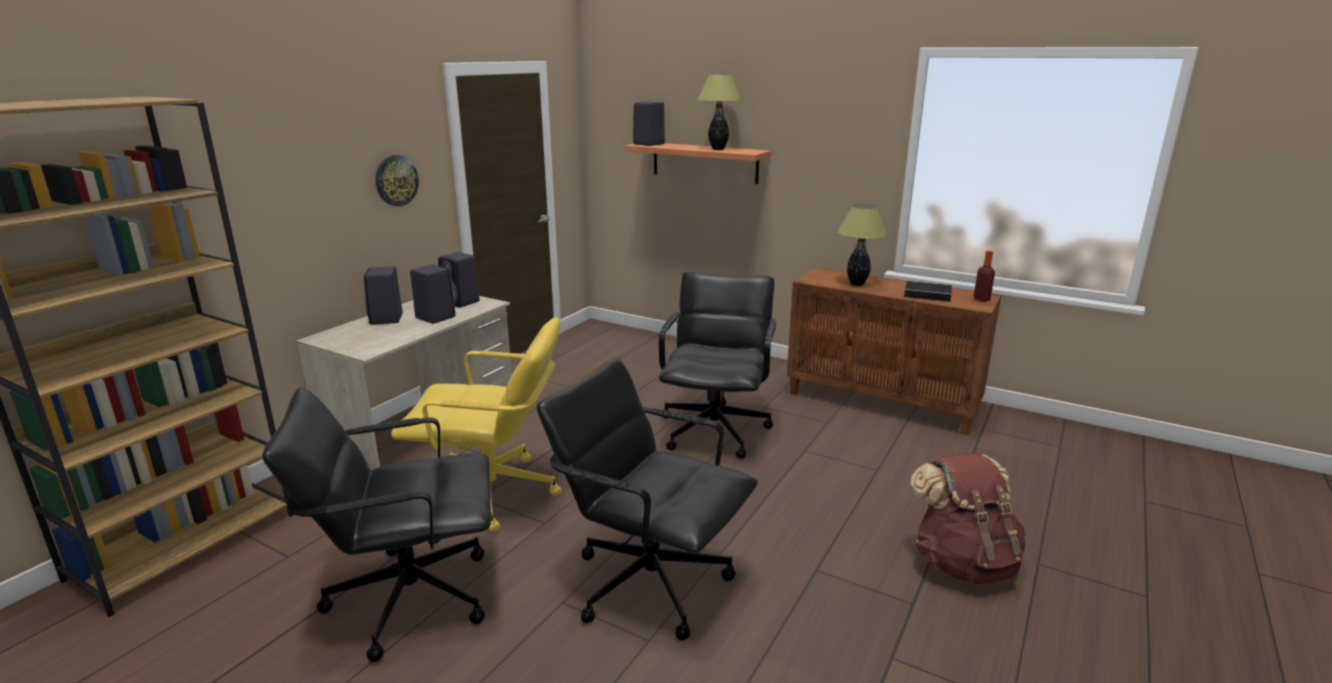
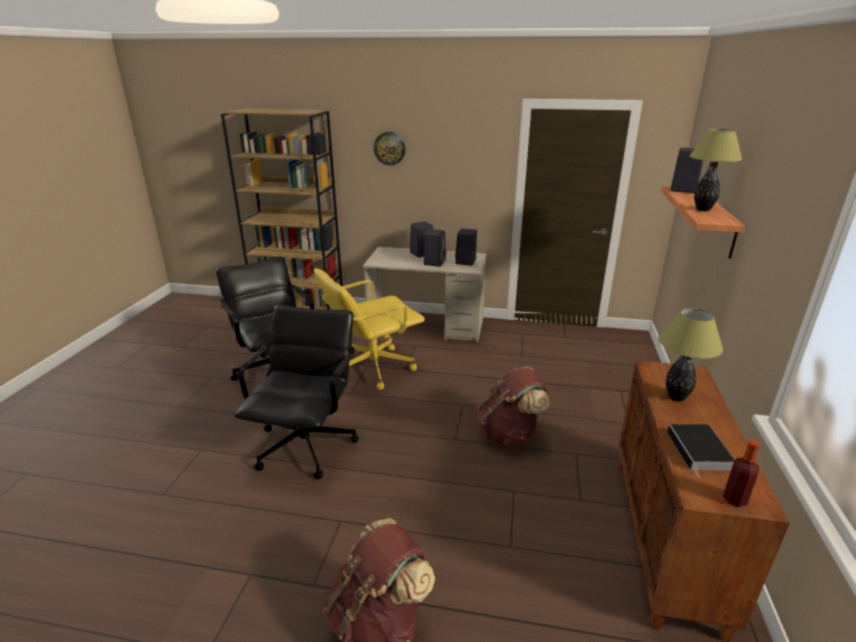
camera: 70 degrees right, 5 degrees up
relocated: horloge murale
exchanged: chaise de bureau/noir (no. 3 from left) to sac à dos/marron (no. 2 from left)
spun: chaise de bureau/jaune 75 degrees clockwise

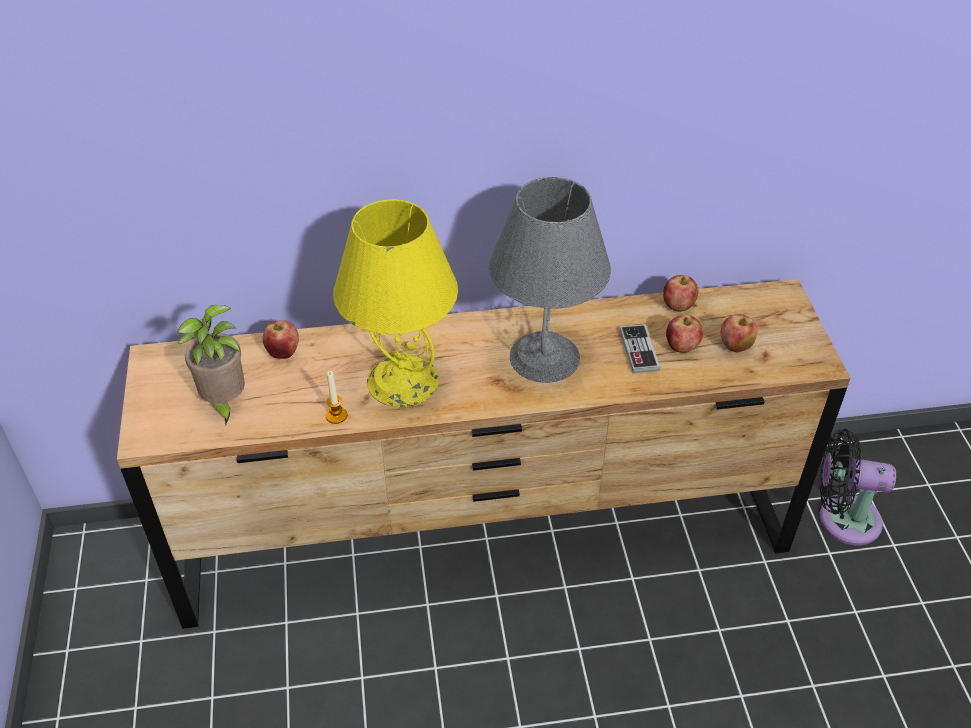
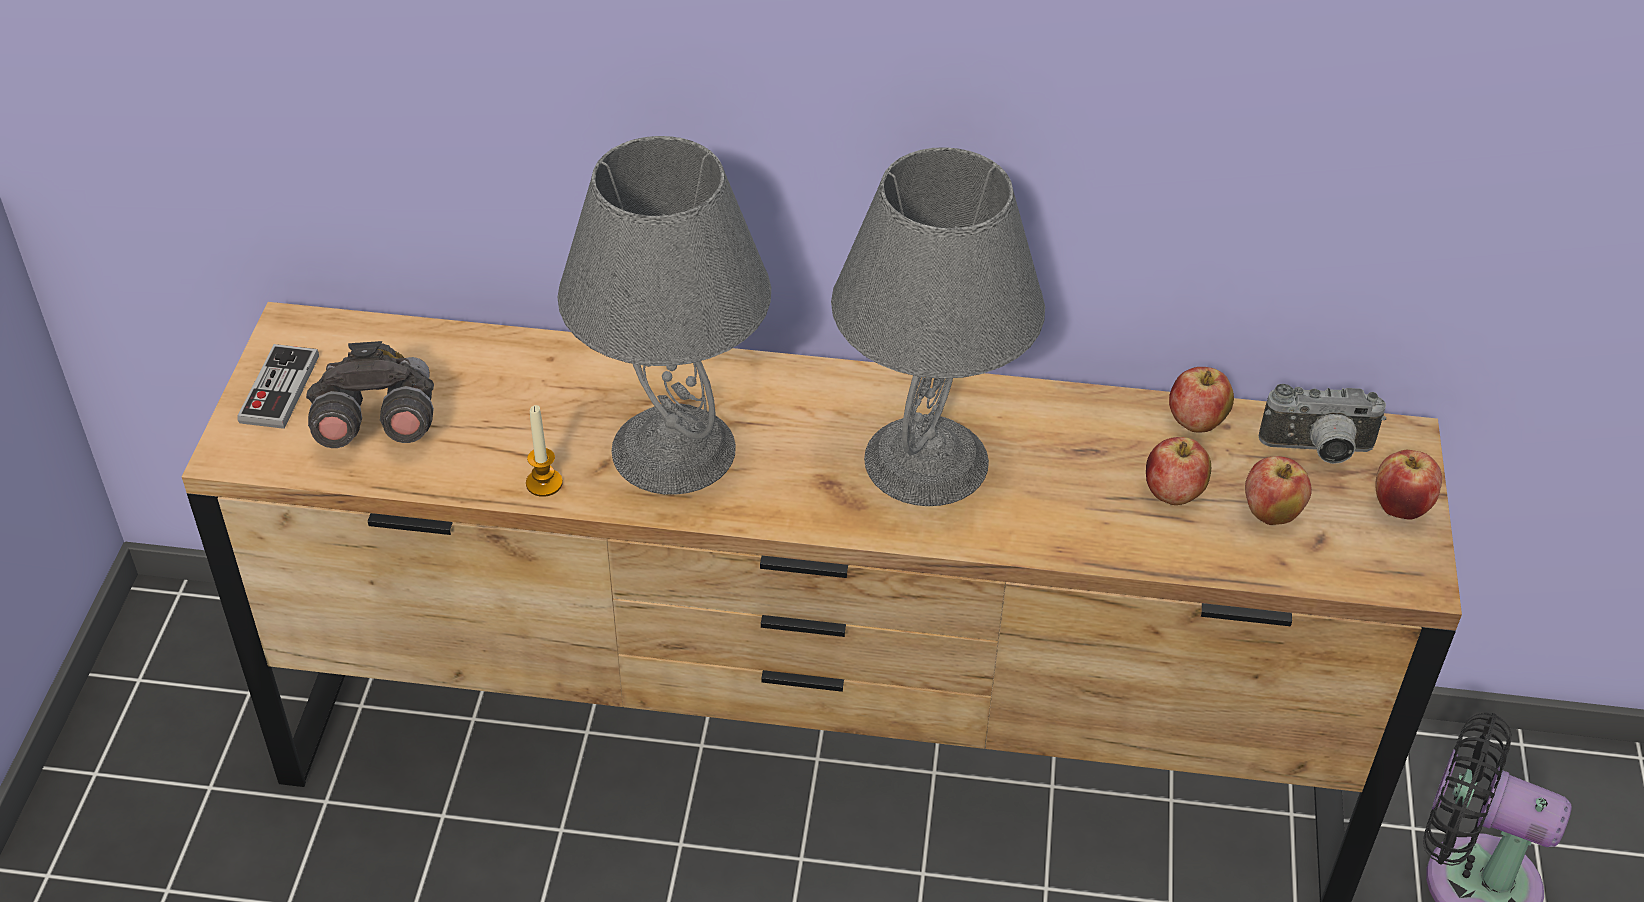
camera: 15 degrees right, 0 degrees up
appeared: appareil photo
relocated: pomme (no. 1 from left in the first image) to pomme (no. 4 from left); manette
exchanged: plante en pot to jumelles/gris
colour: lampe de table/jaune to lampe de table/gris (no. 1 from left)

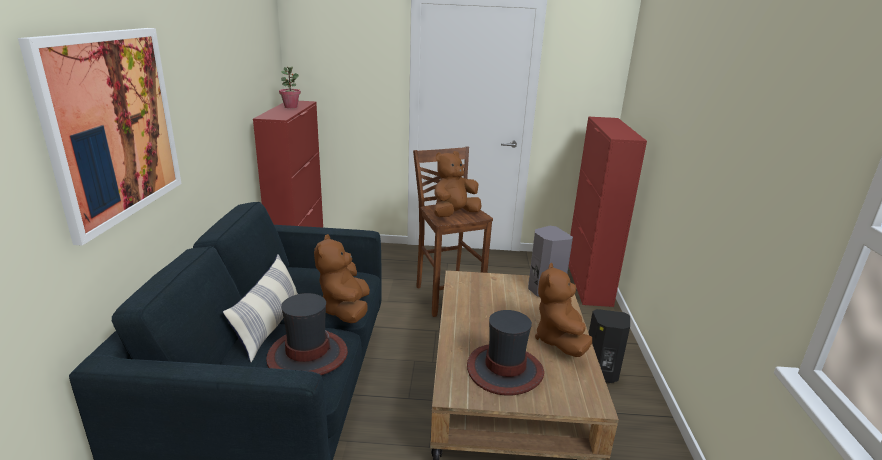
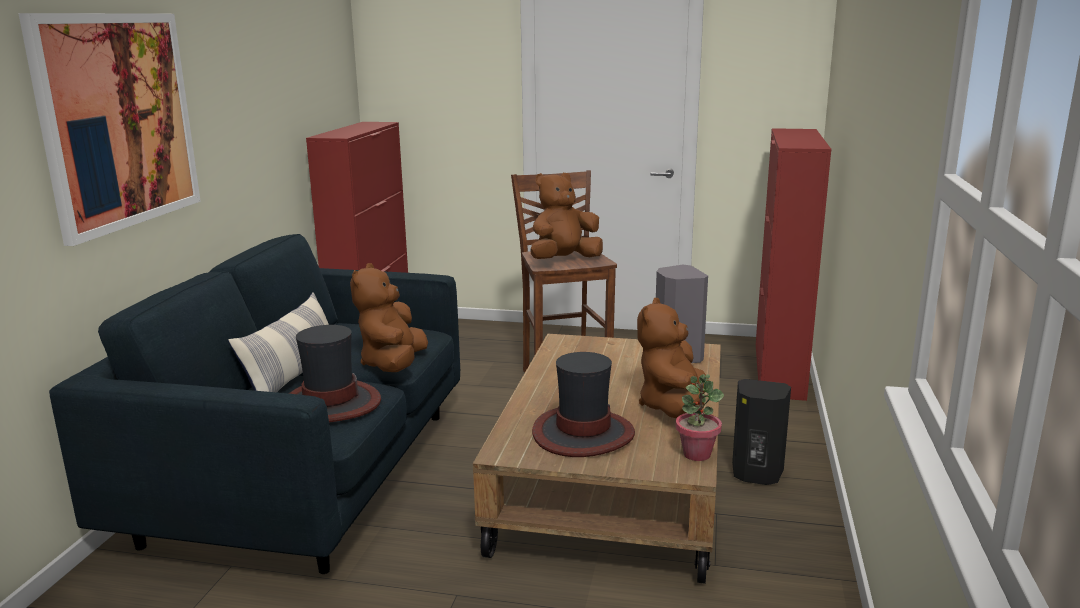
camera: 10 degrees right, 5 degrees down
relocated: plante en pot

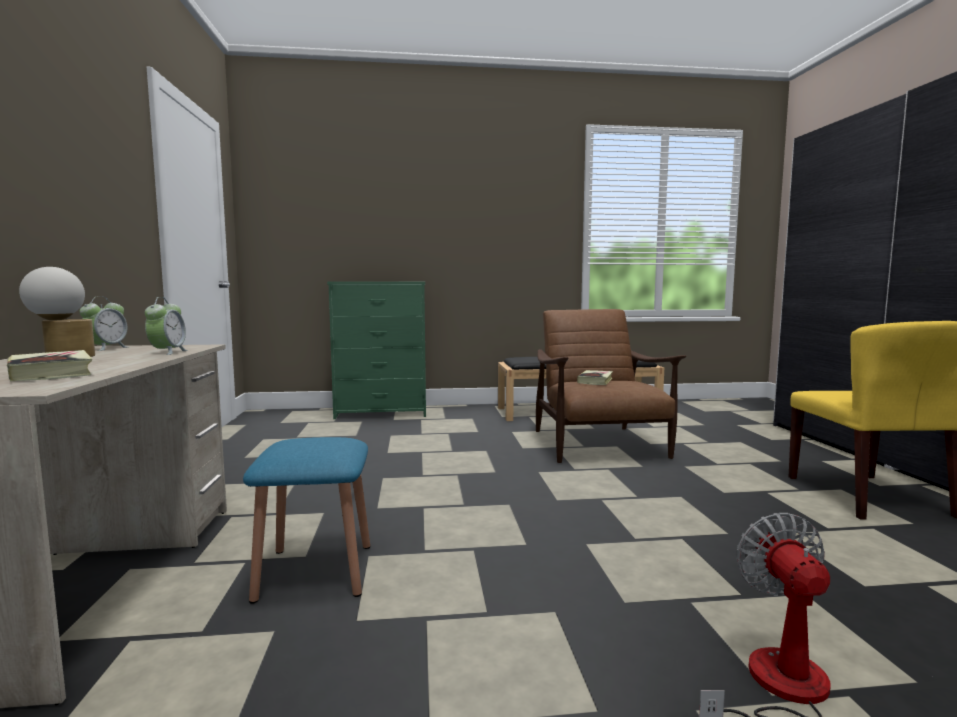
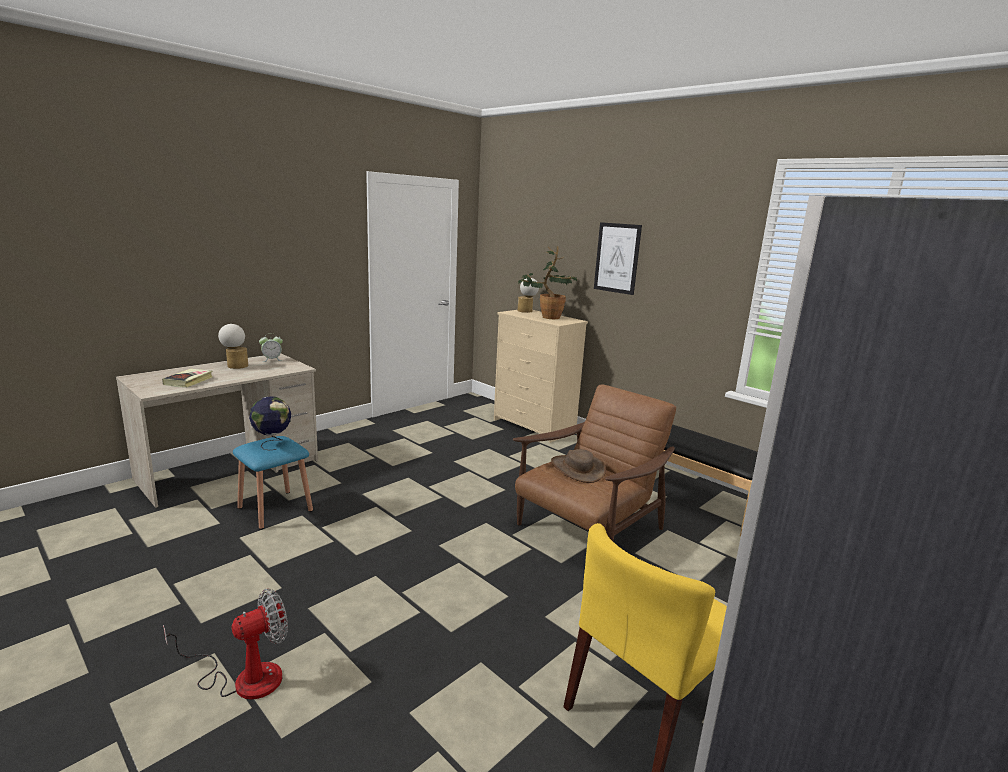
camera: 50 degrees right, 10 degrees up
missing: réveil (no. 2 from left)
appeared: tableau; plante en pot; lampe de table (no. 2 from left); globe
exchanged: livre (no. 2 from left) to chapeau/marron
colour: commode/vert to commode/beige

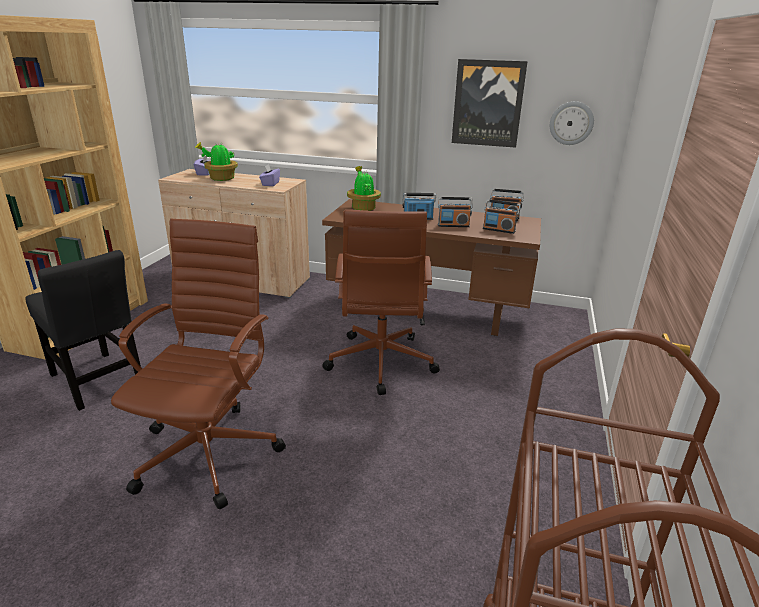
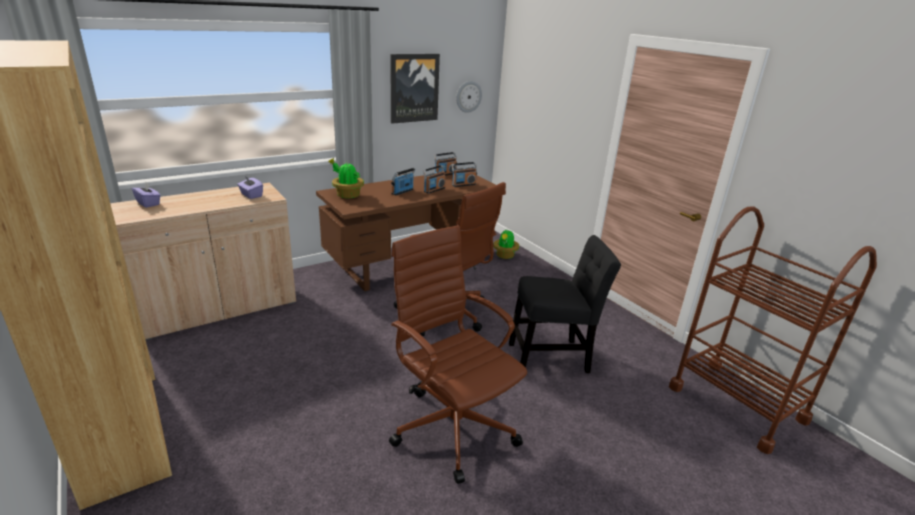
camera: 50 degrees left, 0 degrees up
relocated: plante en pot (no. 1 from left in the first image) to plante en pot (no. 2 from left); chaise/noir

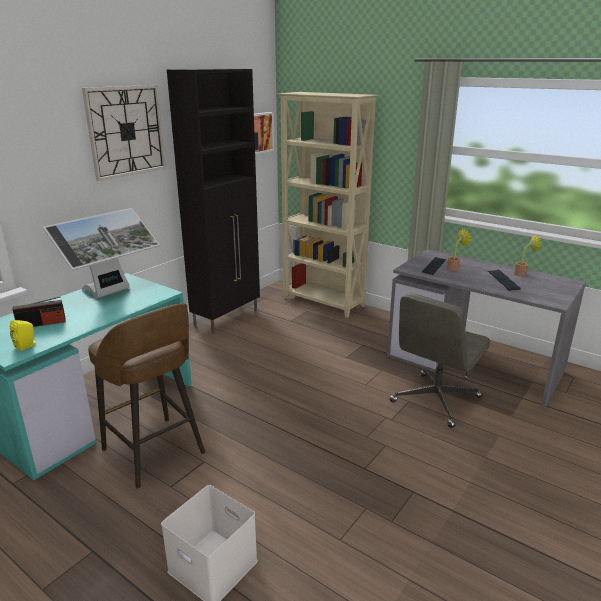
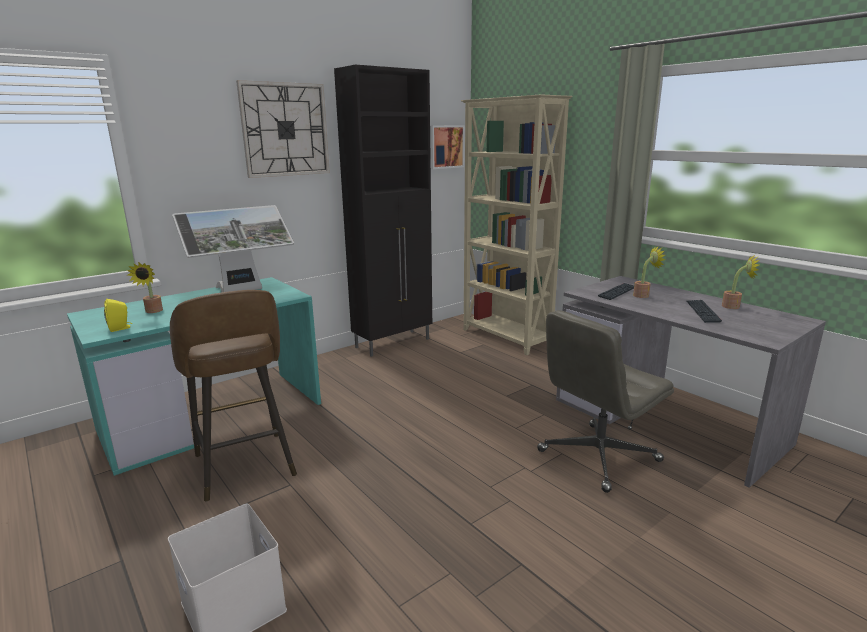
camera: 15 degrees right, 5 degrees down
exchanged: radio to plante en pot (no. 1 from left)

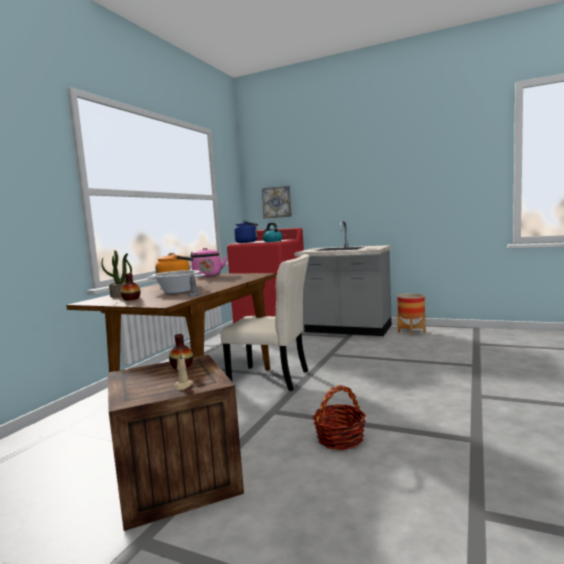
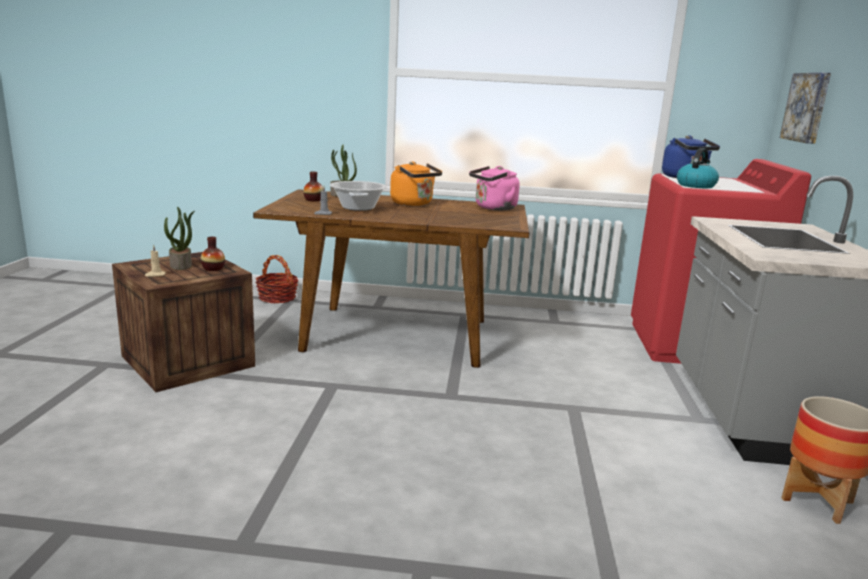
camera: 70 degrees right, 10 degrees up
missing: chaise/beige
appeared: plante en pot (no. 1 from left)
relocated: panier

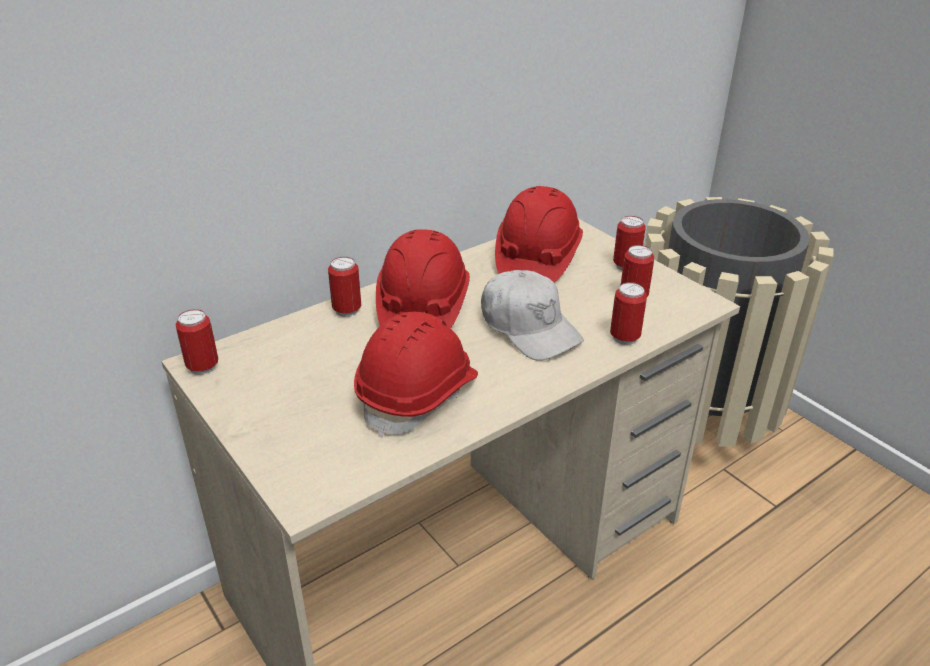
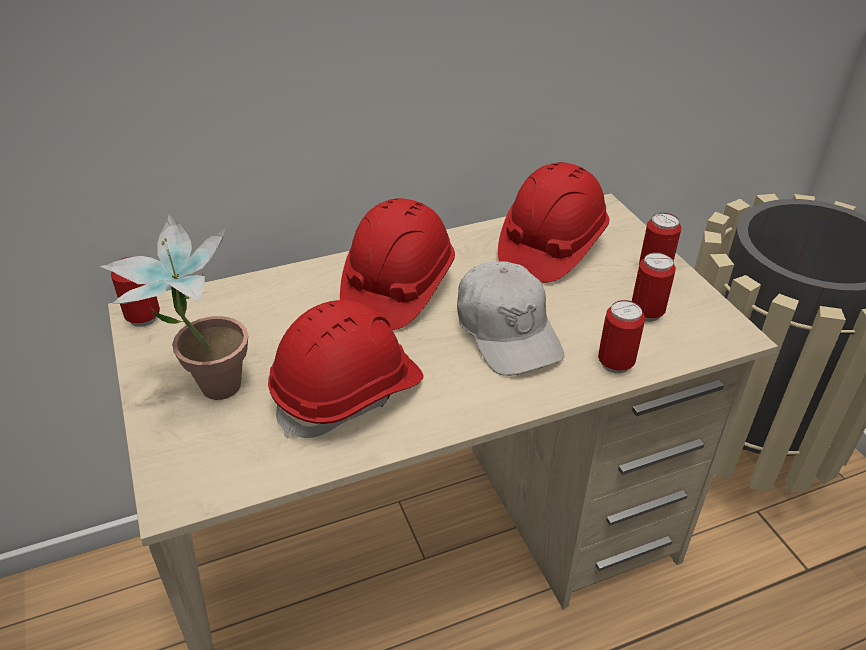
camera: 15 degrees right, 5 degrees up
missing: boîte métallique (no. 2 from left)
appeared: plante en pot

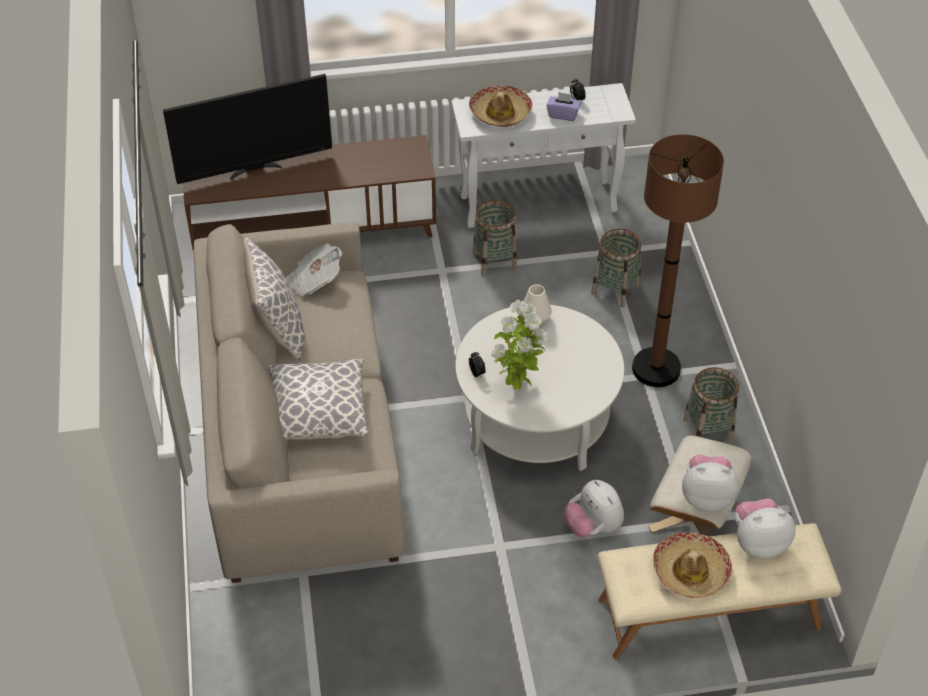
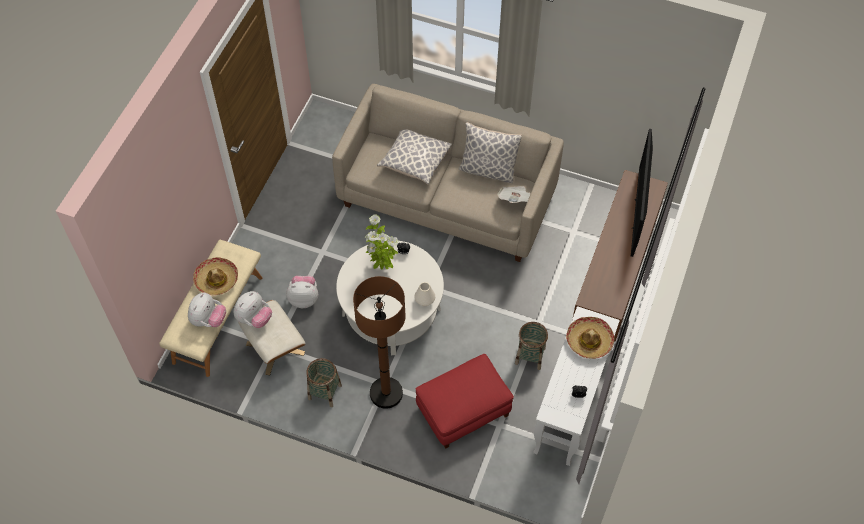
camera: 120 degrees right, 10 degrees up
missing: boîte à mouchoirs/violet
exchanged: panier (no. 2 from left) to pouf/rouge

